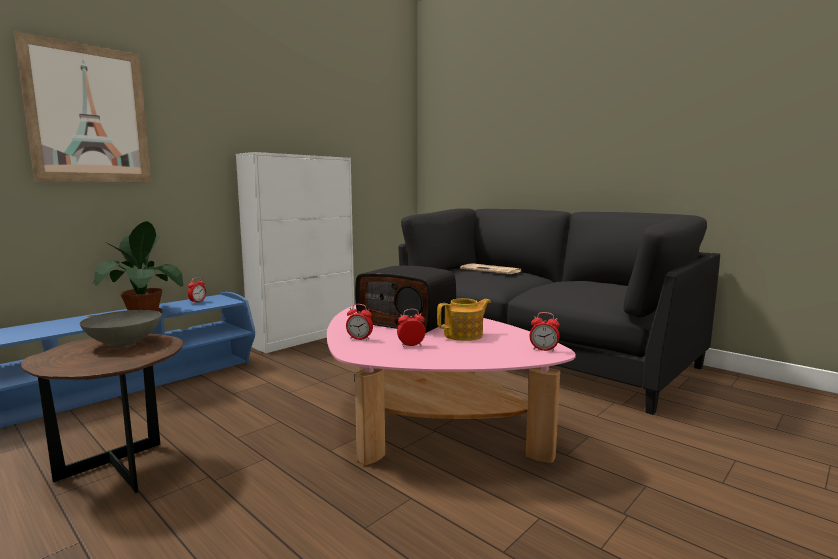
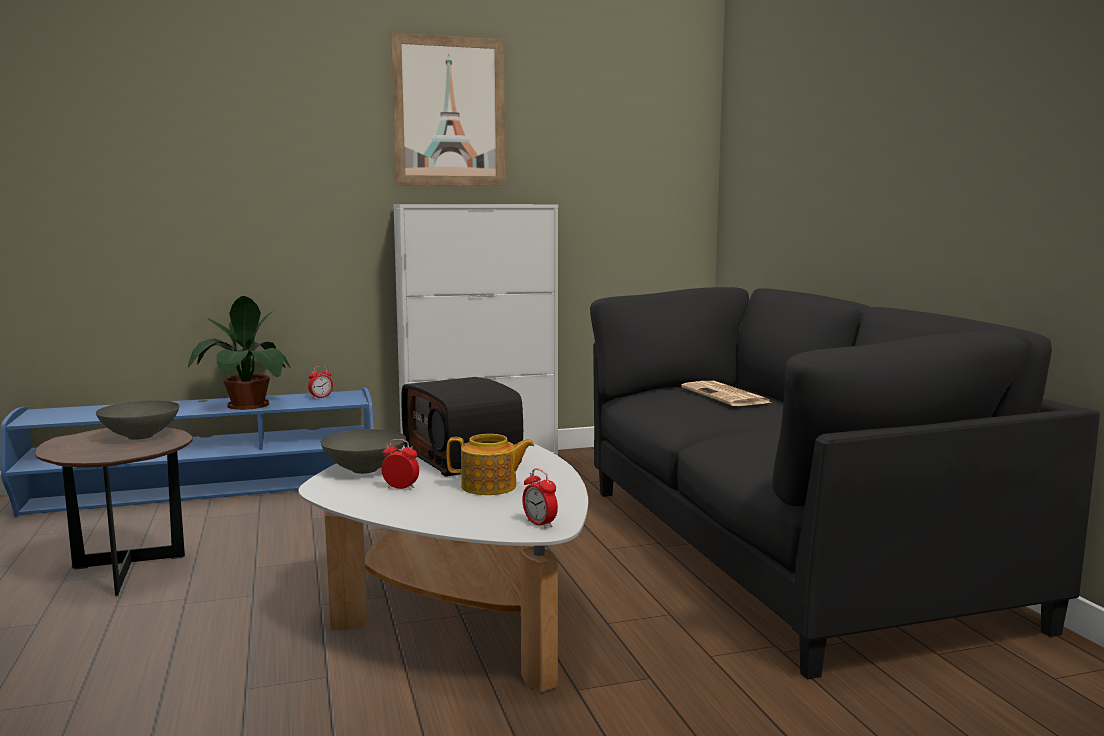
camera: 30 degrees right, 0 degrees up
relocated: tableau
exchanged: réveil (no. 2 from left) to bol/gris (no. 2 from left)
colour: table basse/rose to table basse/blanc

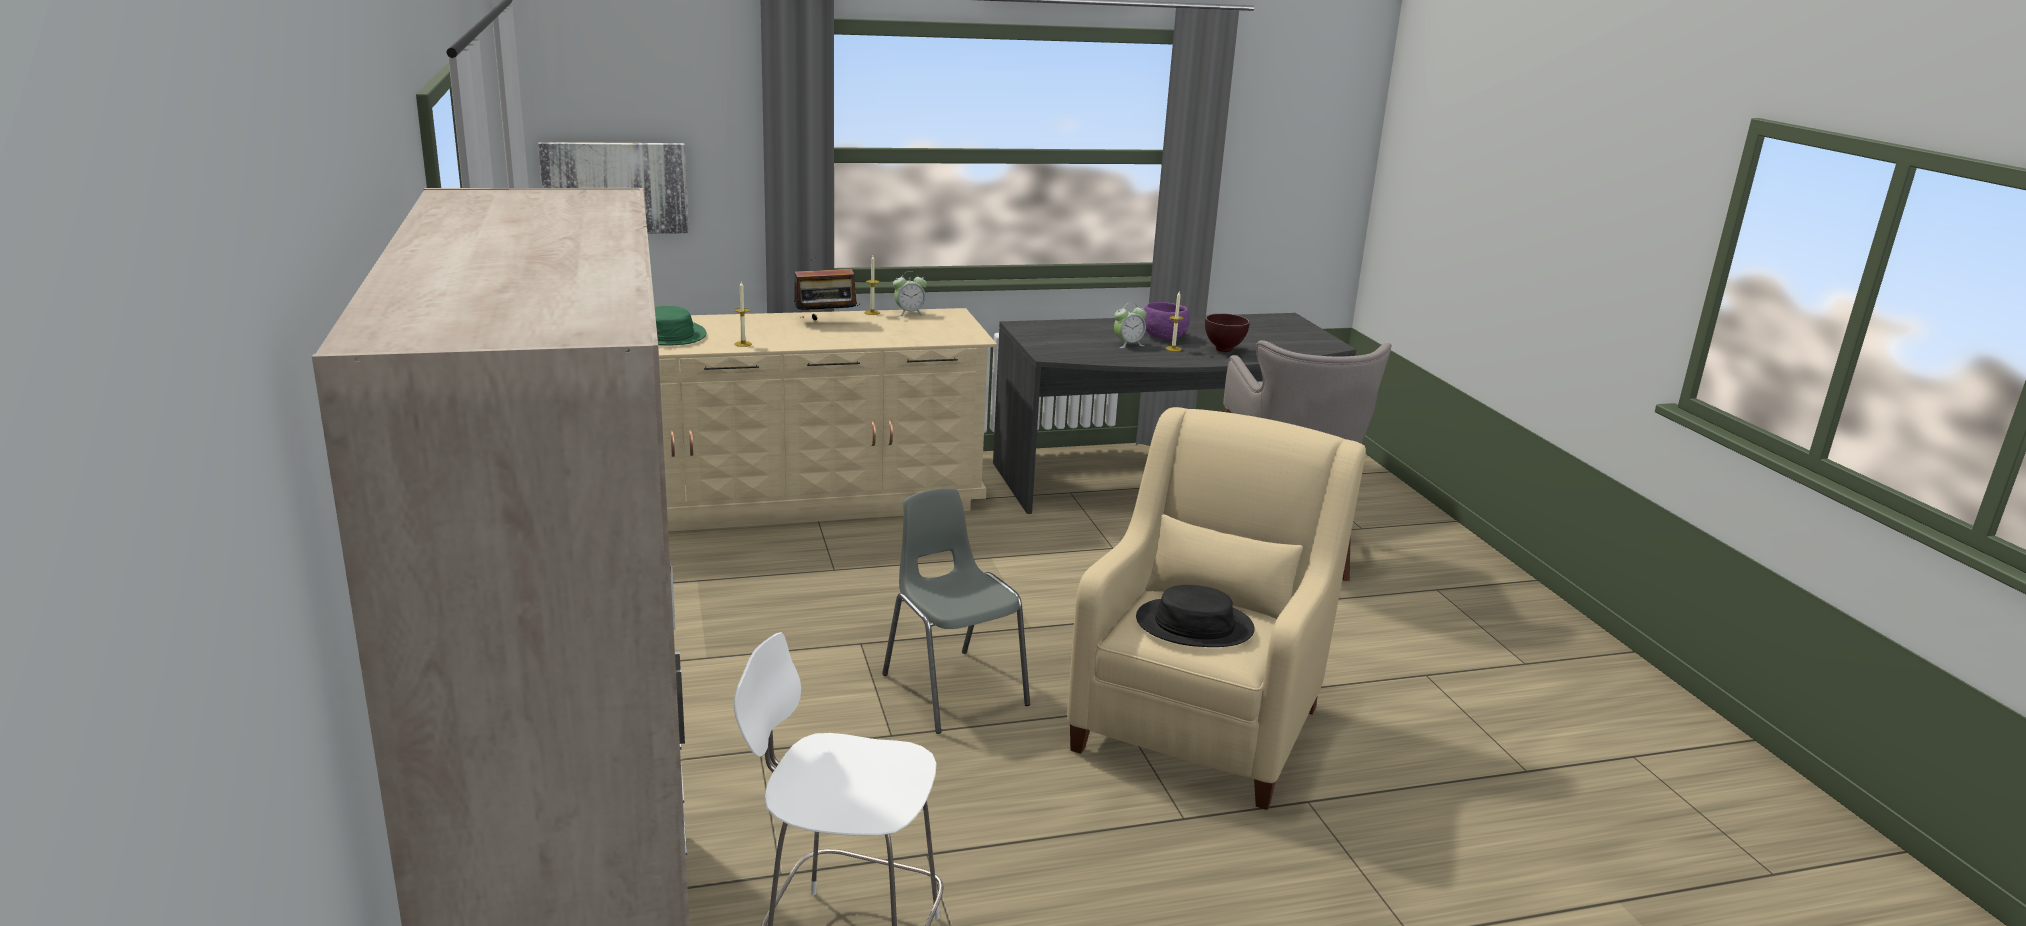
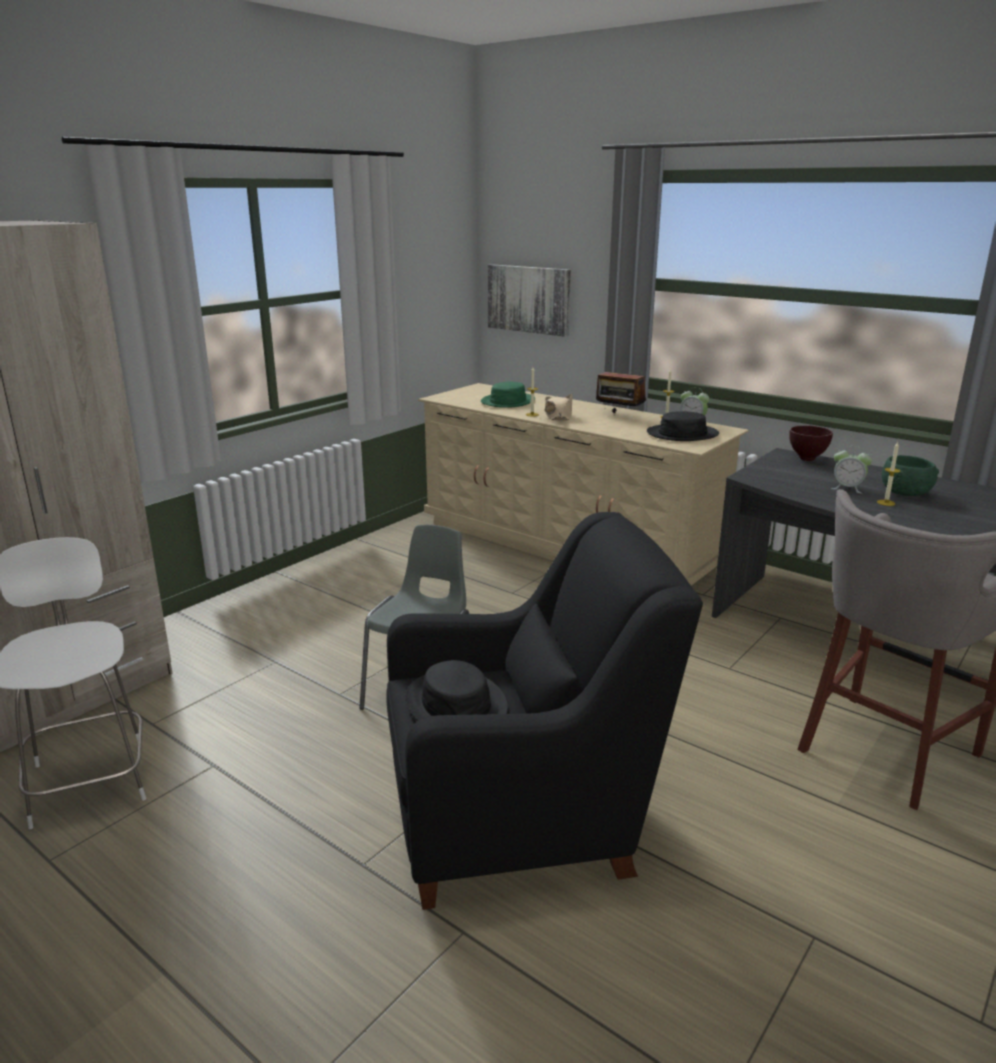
camera: 55 degrees right, 0 degrees up
appeared: chapeau/beige; chapeau/noir (no. 2 from left)
relocated: bol/marron
colour: bol/violet to bol/vert; fauteuil/beige to fauteuil/noir

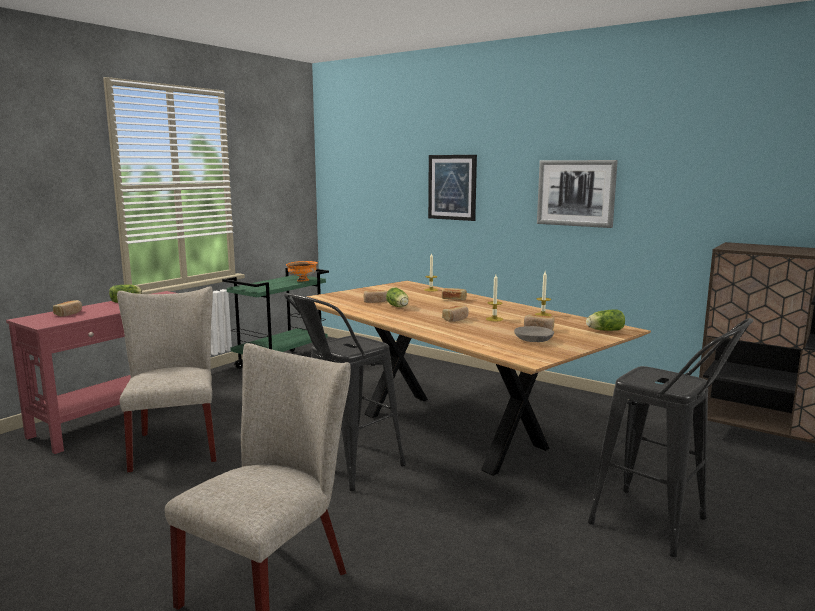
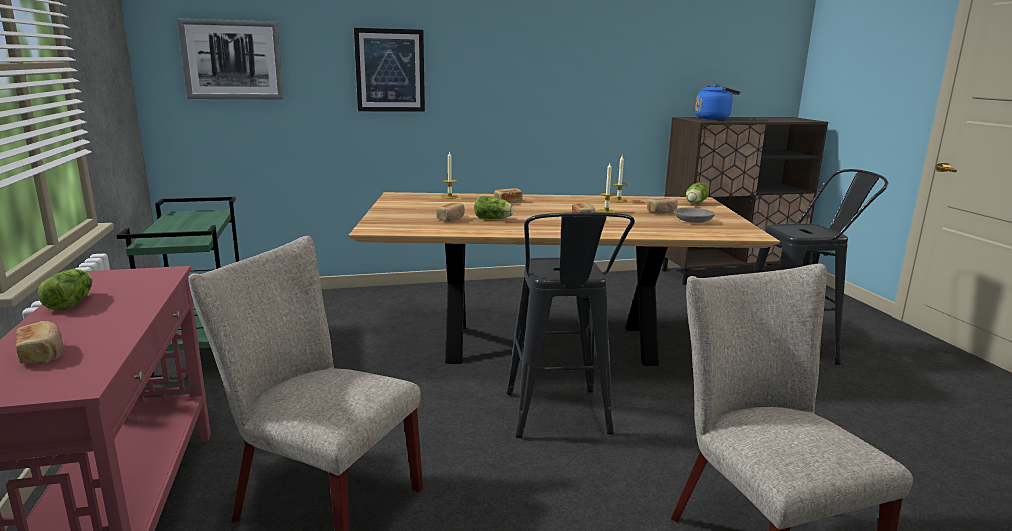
camera: 50 degrees left, 5 degrees up
missing: bol/orange
appeared: bouilloire/bleu
relocated: tableau (no. 2 from left in the first image) to tableau (no. 1 from left)

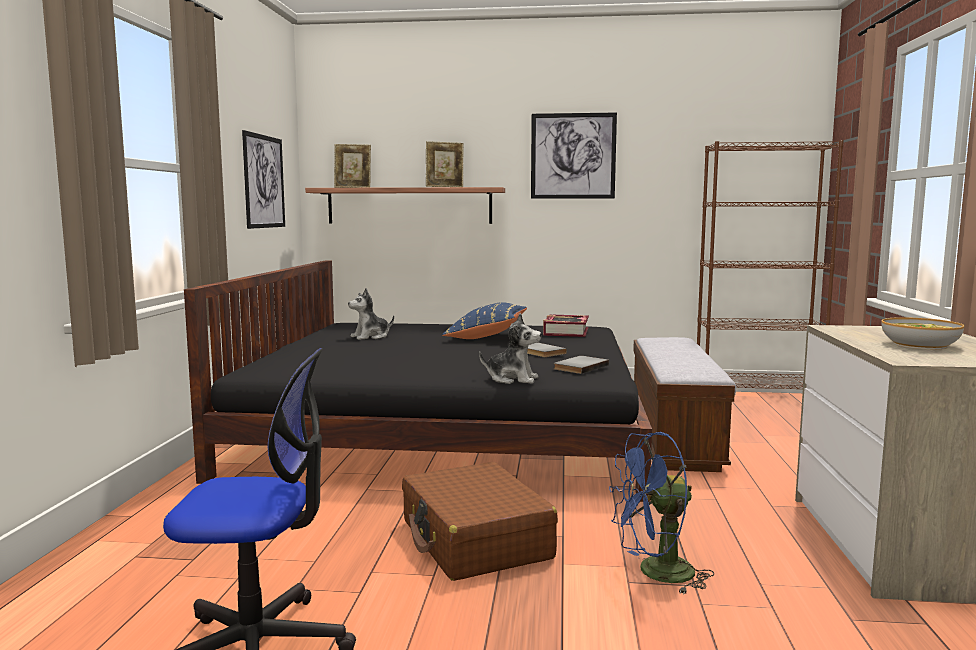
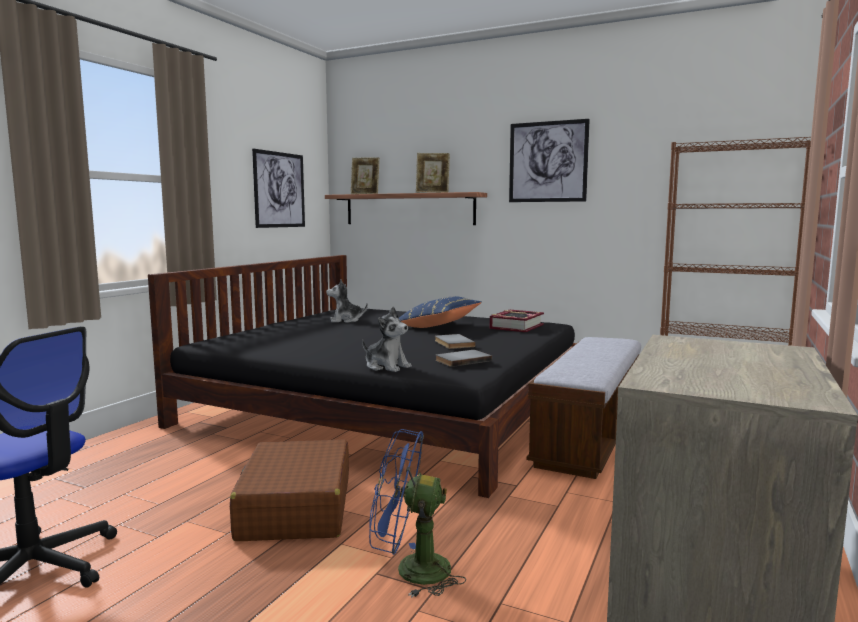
camera: 20 degrees right, 0 degrees up
missing: bol

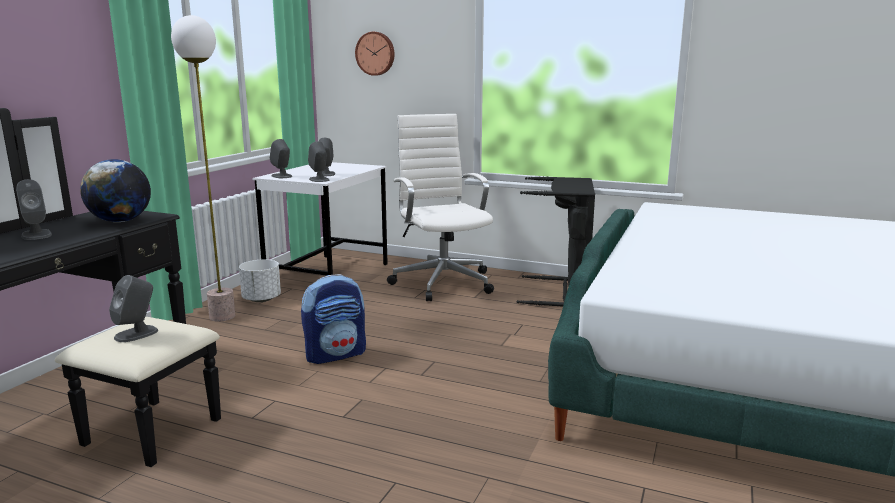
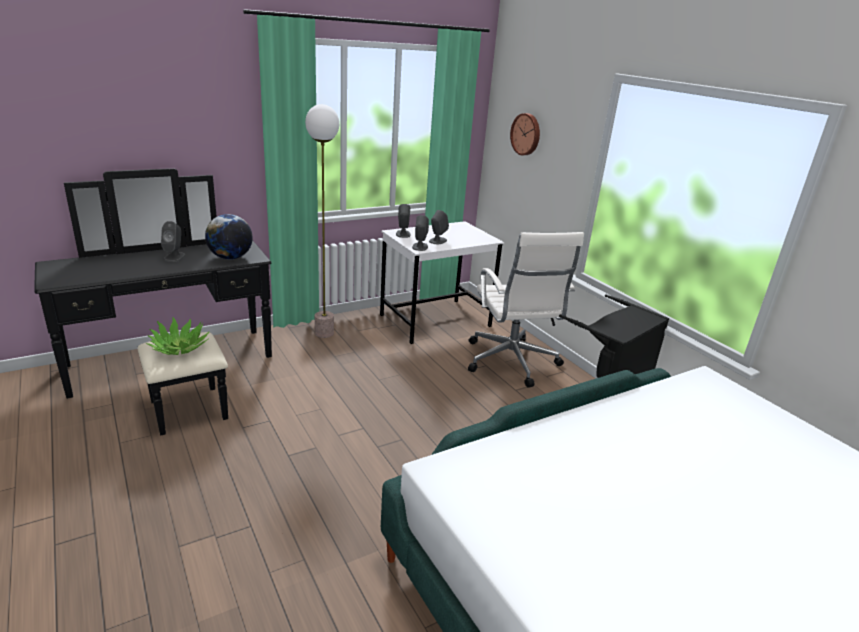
camera: 35 degrees right, 10 degrees up
missing: cache-pot/blanc; sac à dos
exchanged: enceinte/gris (no. 2 from left) to plante en pot
spun: chaise de bureau/blanc 150 degrees clockwise

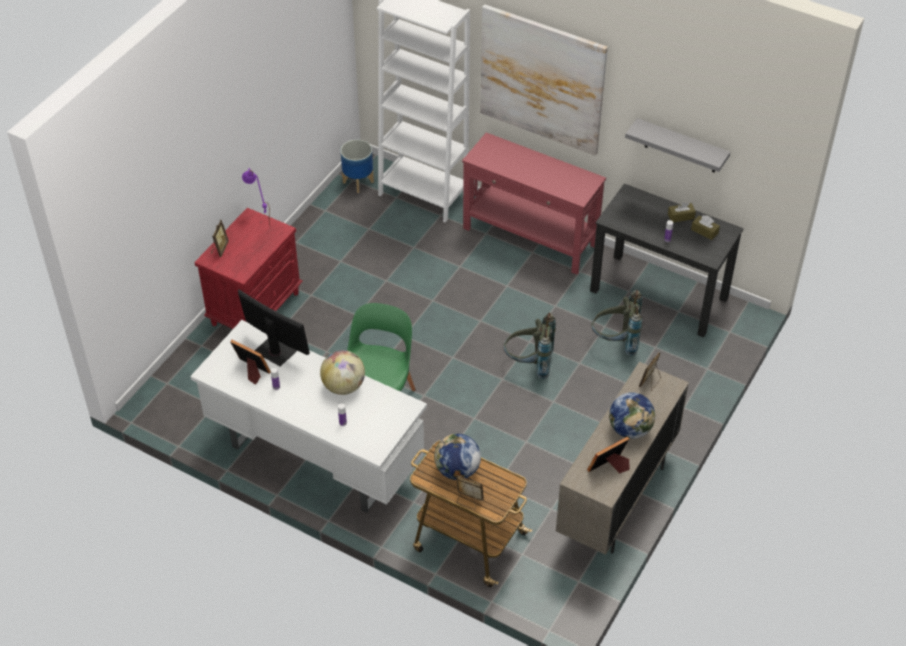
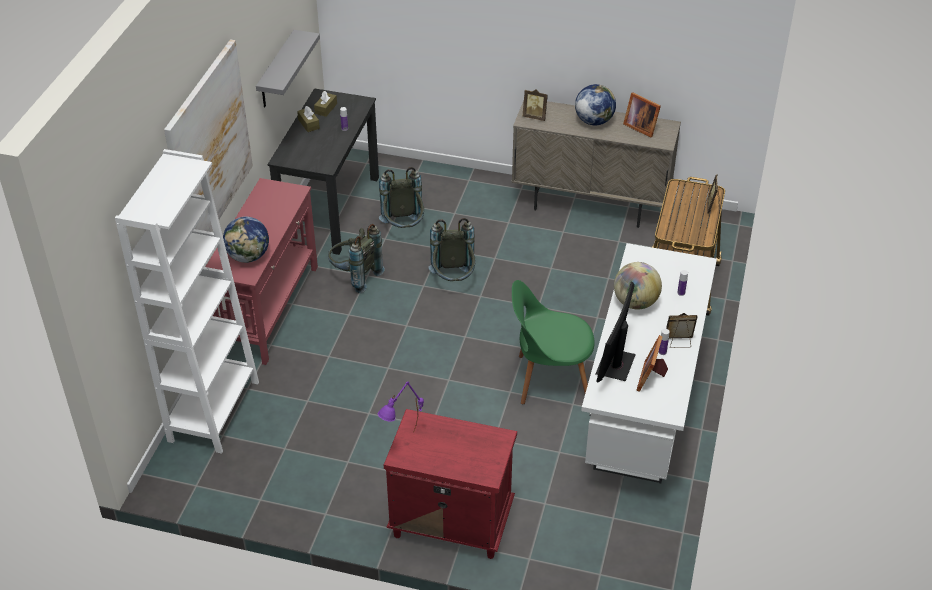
camera: 105 degrees left, 5 degrees down
missing: cache-pot
appeared: sac à dos/gris (no. 1 from left)
relocated: cadre photo (no. 1 from left in the first image) to cadre photo (no. 4 from left); globe (no. 2 from left in the first image) to globe (no. 1 from left)

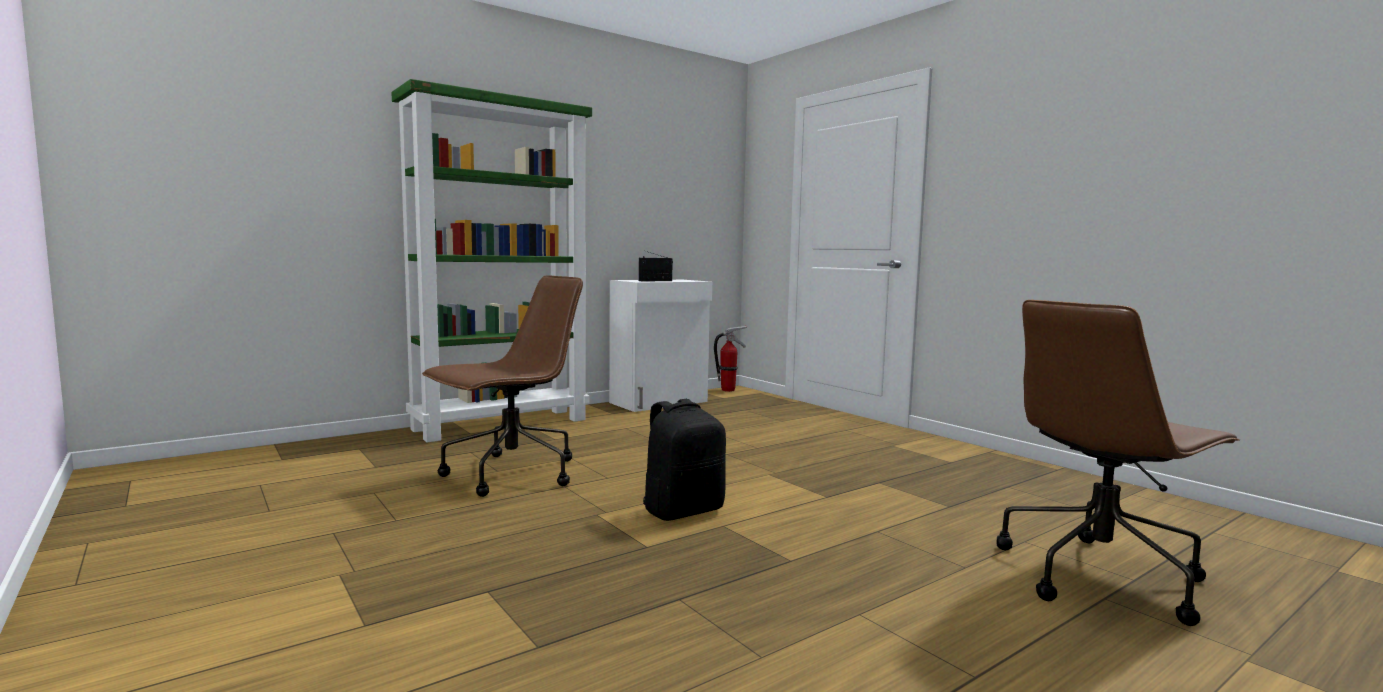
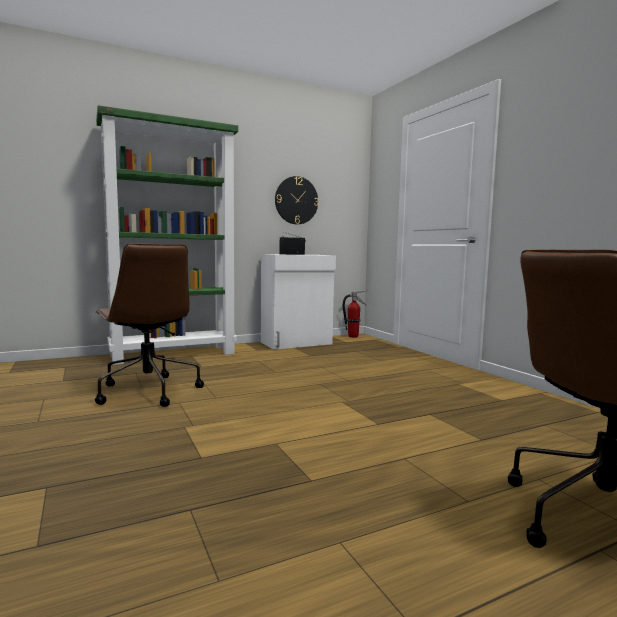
camera: 10 degrees right, 0 degrees up
missing: sac à dos/noir
appeared: horloge murale
spun: chaise de bureau/marron (no. 1 from left) 90 degrees clockwise

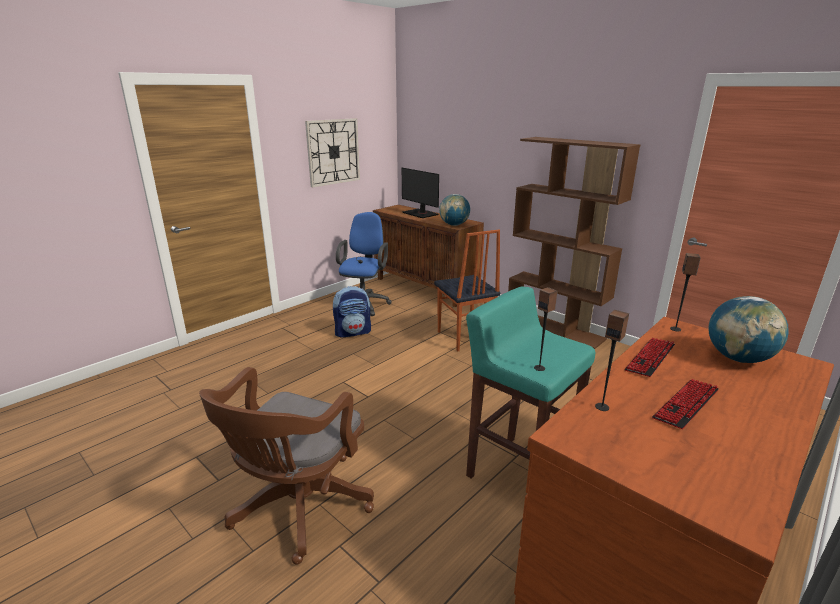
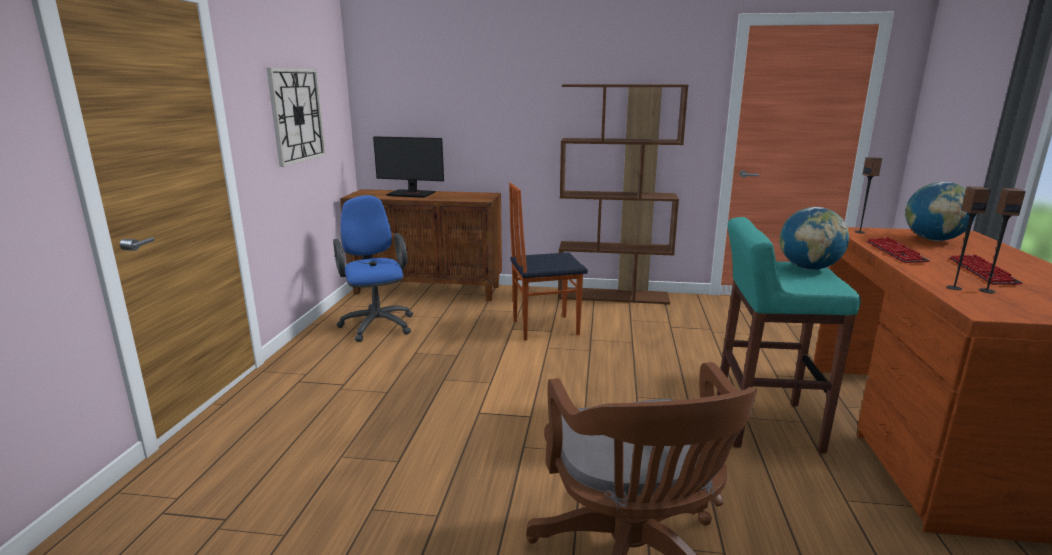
camera: 35 degrees left, 5 degrees down
missing: sac à dos
relocated: globe (no. 1 from left); enceinte (no. 1 from left in the first image) to enceinte (no. 3 from left)
spun: chaise 135 degrees clockwise

